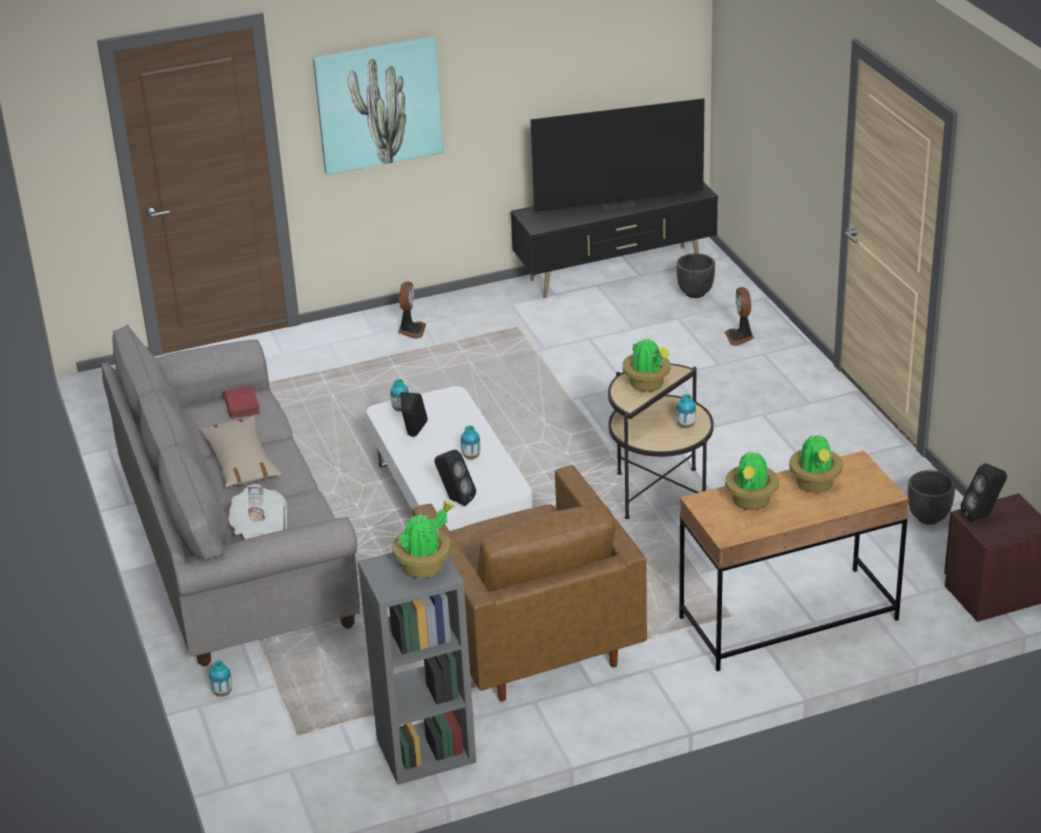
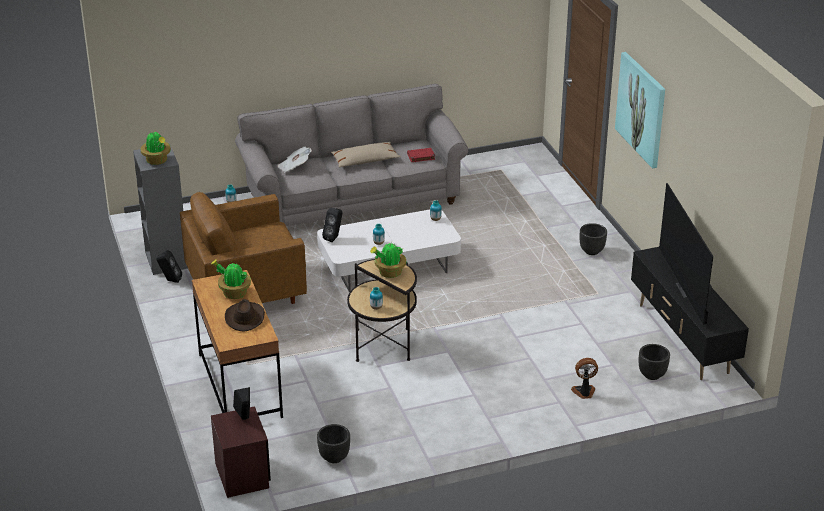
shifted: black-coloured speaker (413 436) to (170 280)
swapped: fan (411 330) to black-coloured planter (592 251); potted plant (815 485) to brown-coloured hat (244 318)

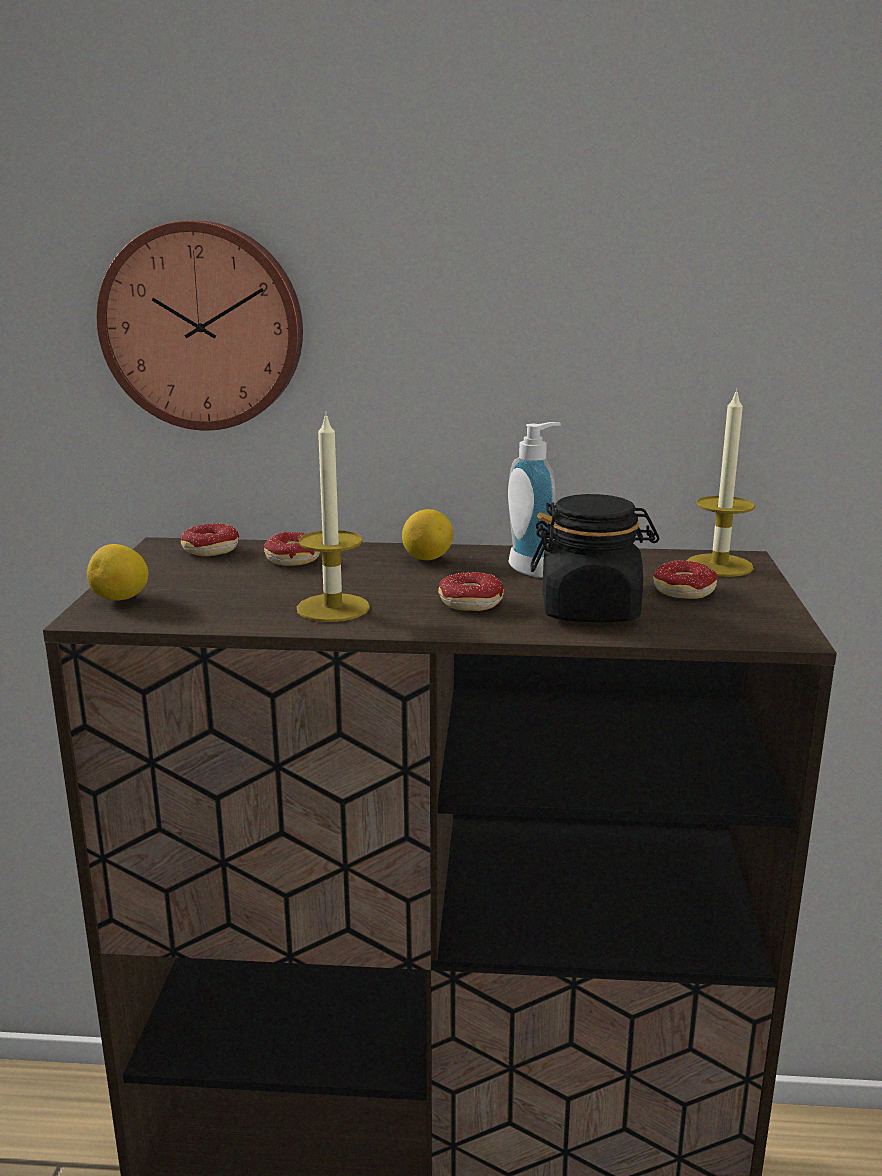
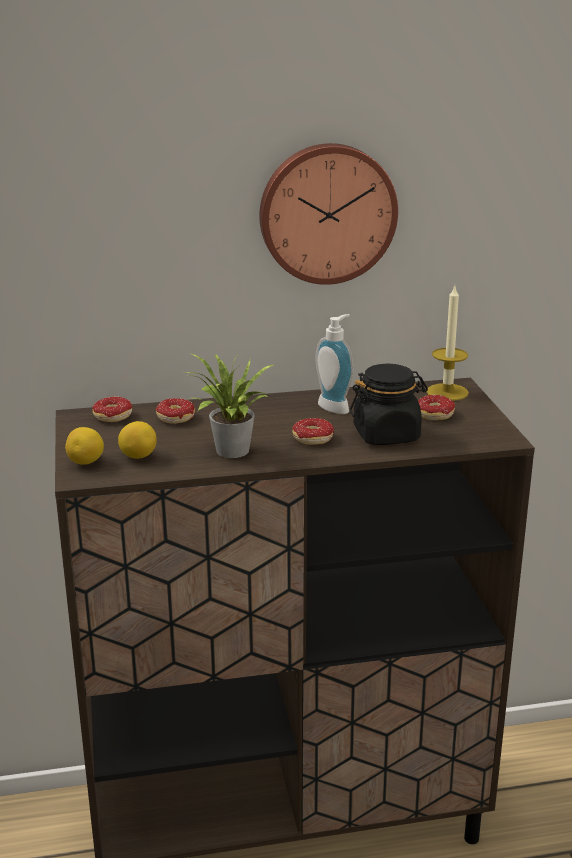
shifted: clock on the wall (204 326) to (327 213); citrus fruit (427 559) to (138 456)
swapped: wax candle (333 608) to potted plant (230 452)

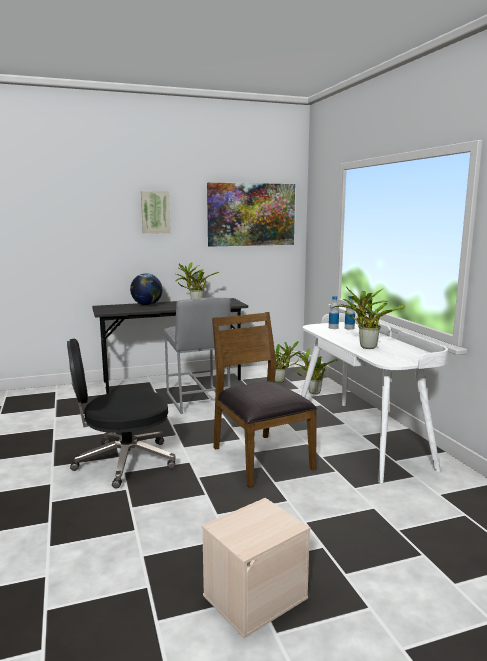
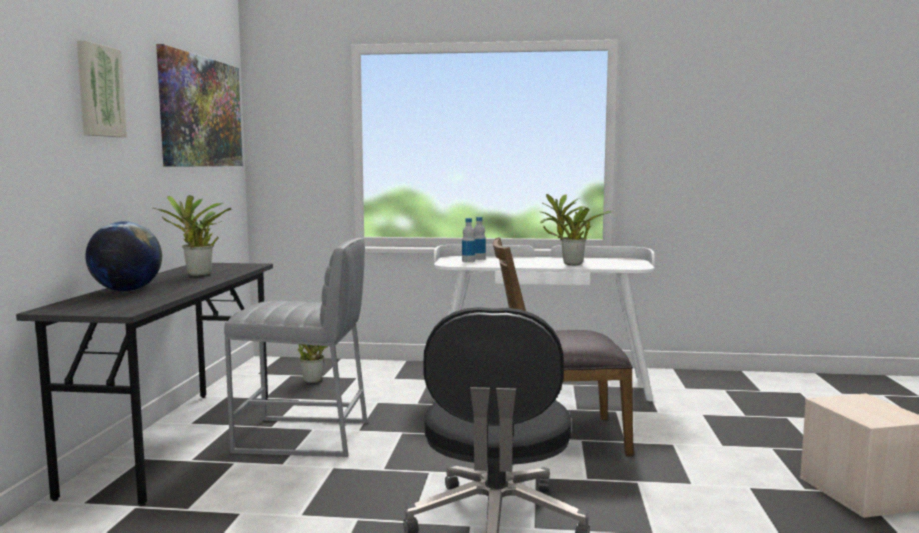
gone: potted plant (312 393)

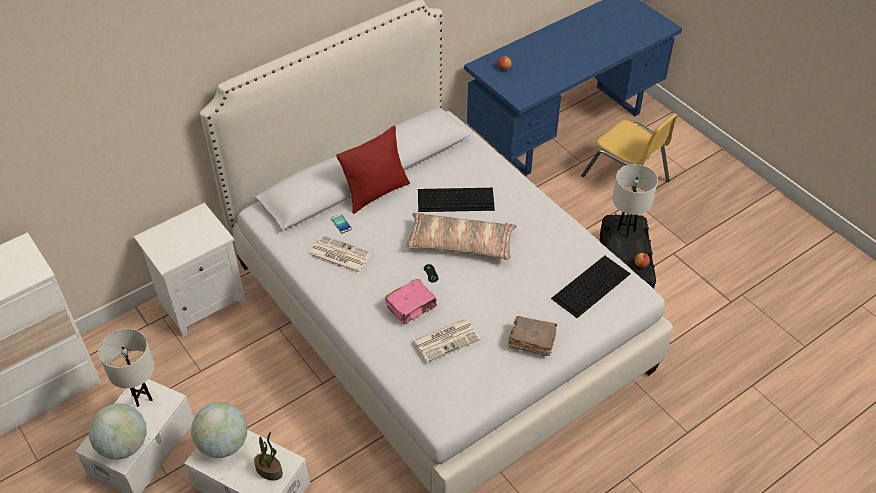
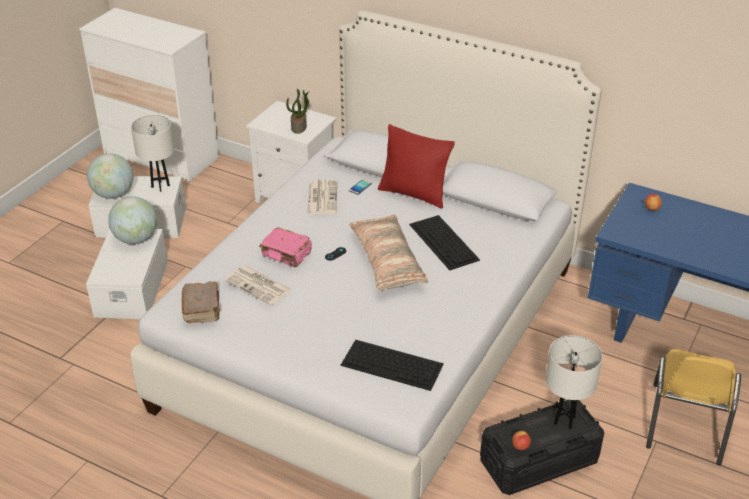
shifted: potted plant (269 470) to (299 127); brown-coloured book (531 341) to (202 309)

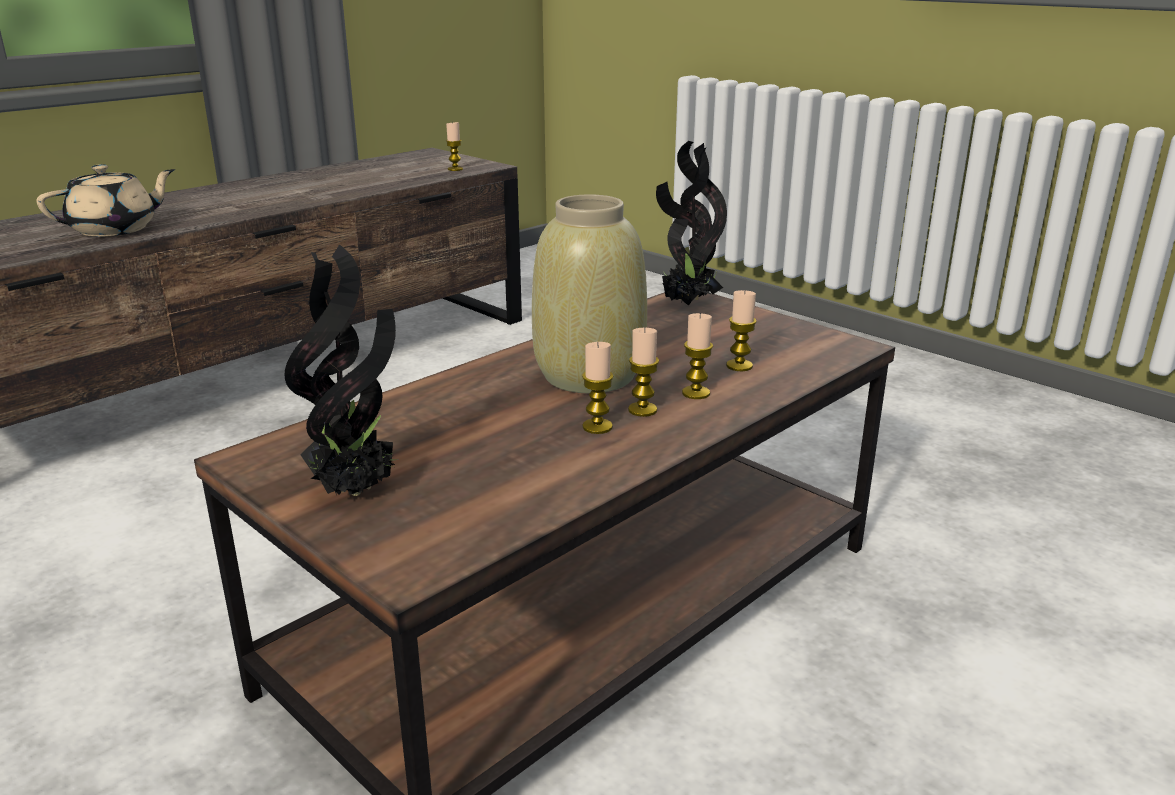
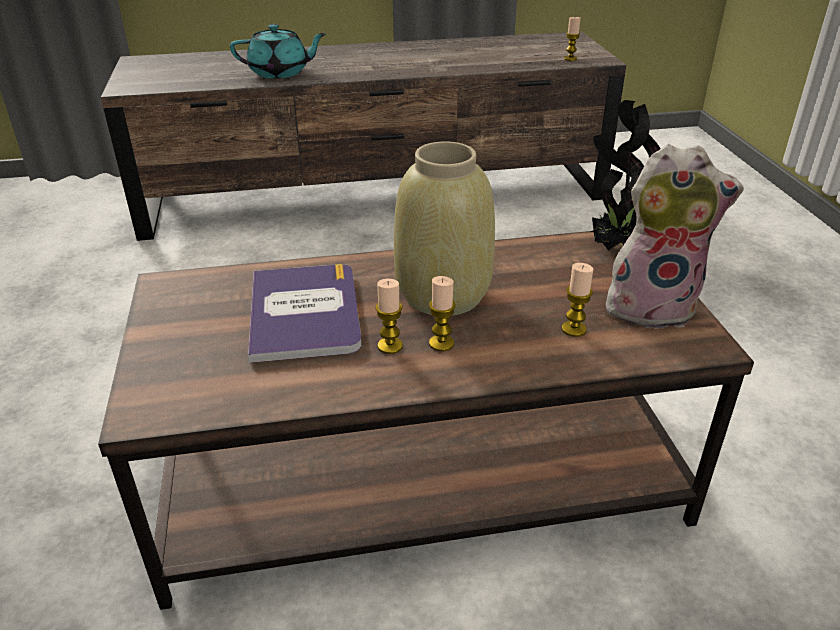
gone: potted plant (357 491); wax candle (696 393)
new: book (304 313); plush toy (652 306)
repainted: beige-coloured tea pot (116 229) to blue-green tea pot (280 72)

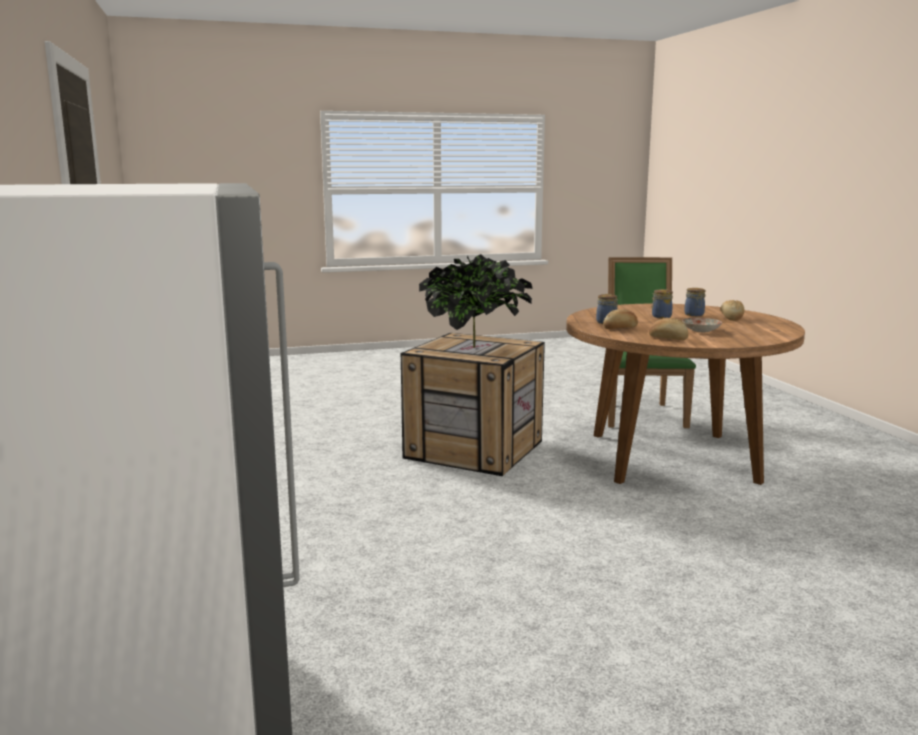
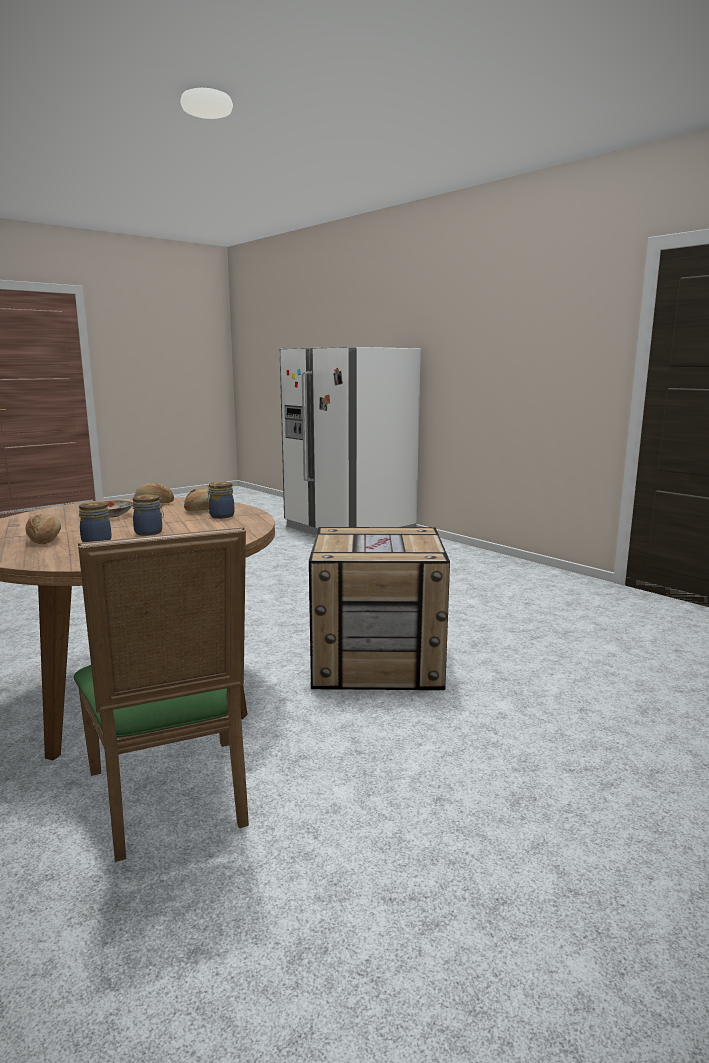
gone: potted plant (476 347)

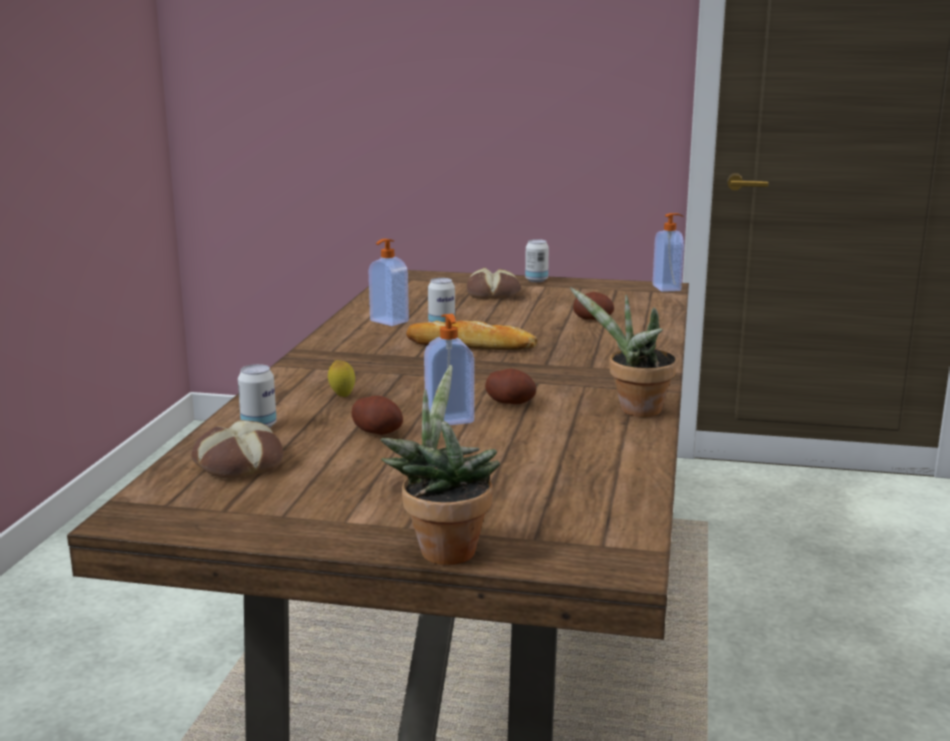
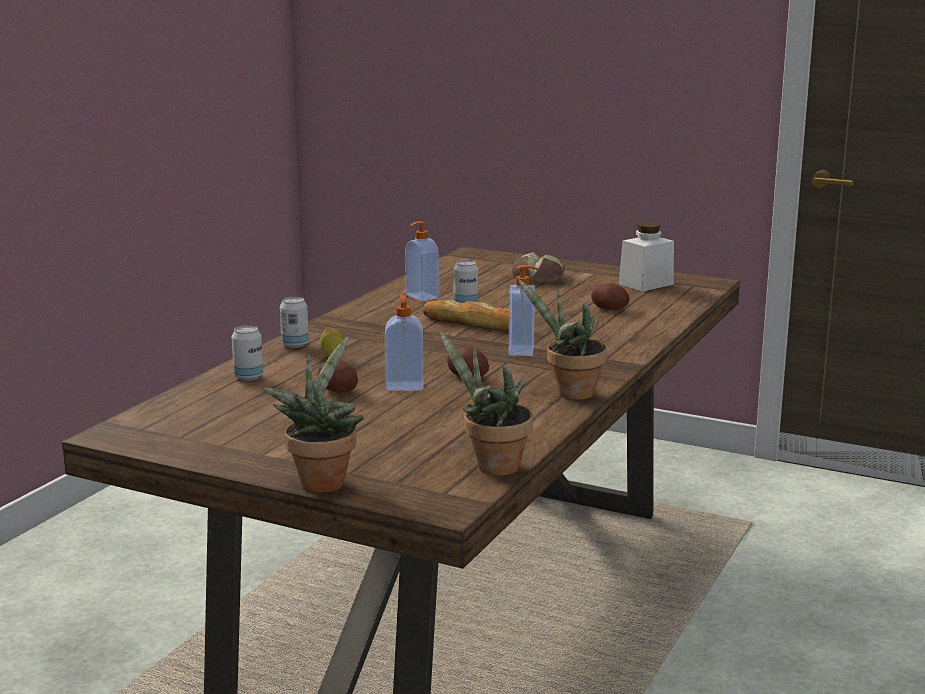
gone: bakery bread (237 463)
new: potted plant (491 466); white jar (646 284)
shifted: can (536 280) to (295 345); liquid soap bottle (667 288) to (522 351)

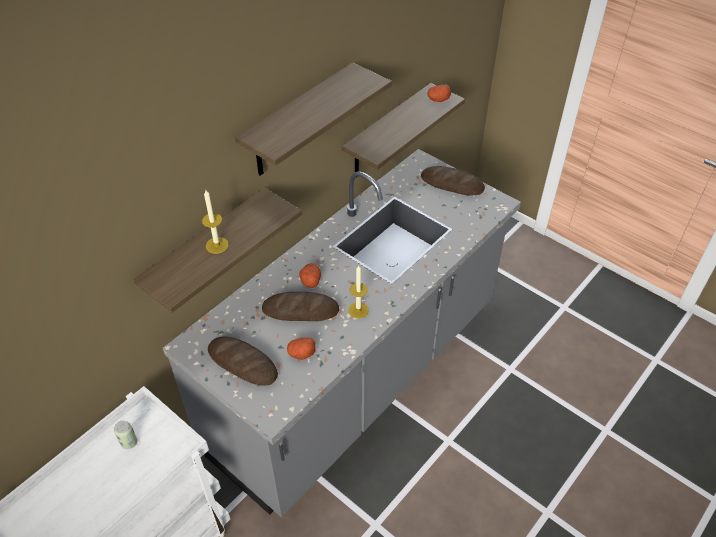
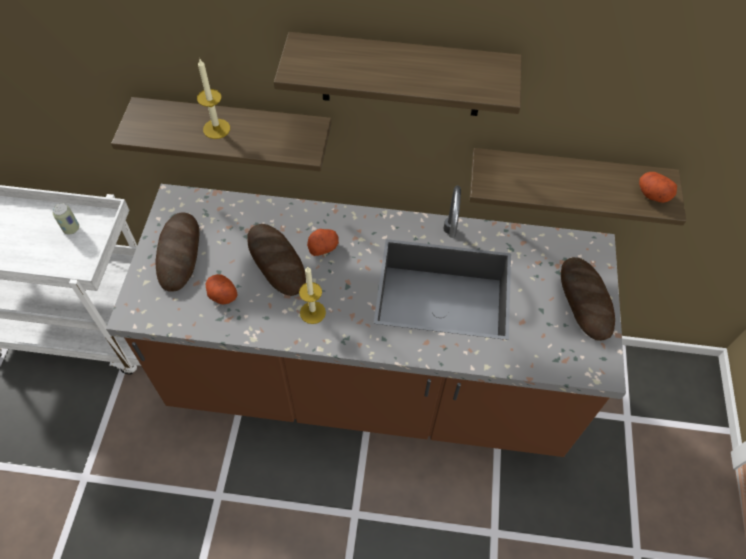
repainted: gray kitchen base unit (358 378) to brown-coloured kitchen base unit (369 382)

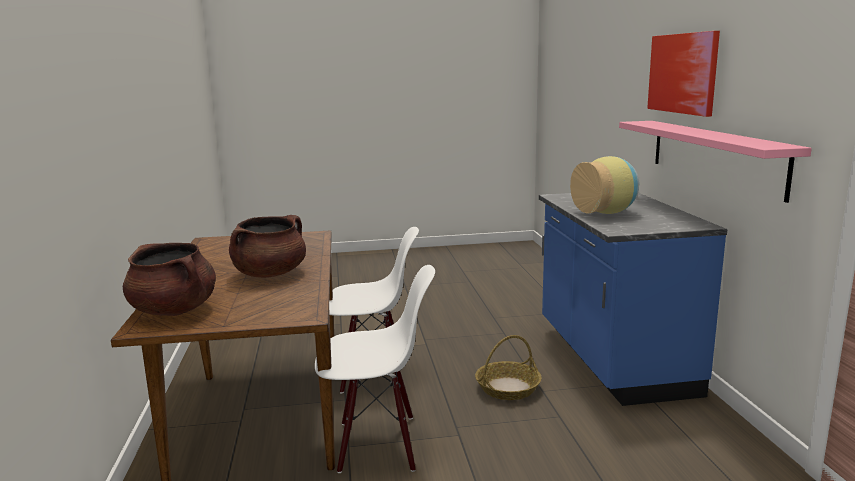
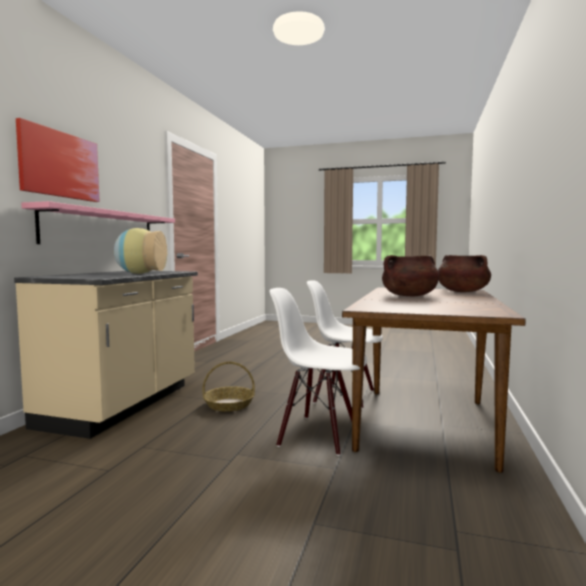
repainted: blue-coloured kitchen base unit (612 359) to beige-coloured kitchen base unit (123 405)

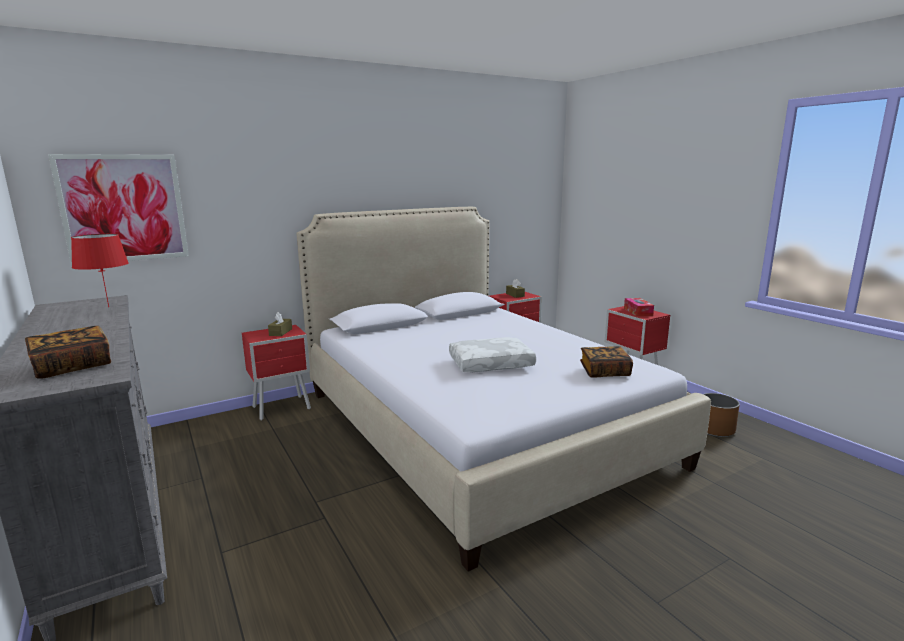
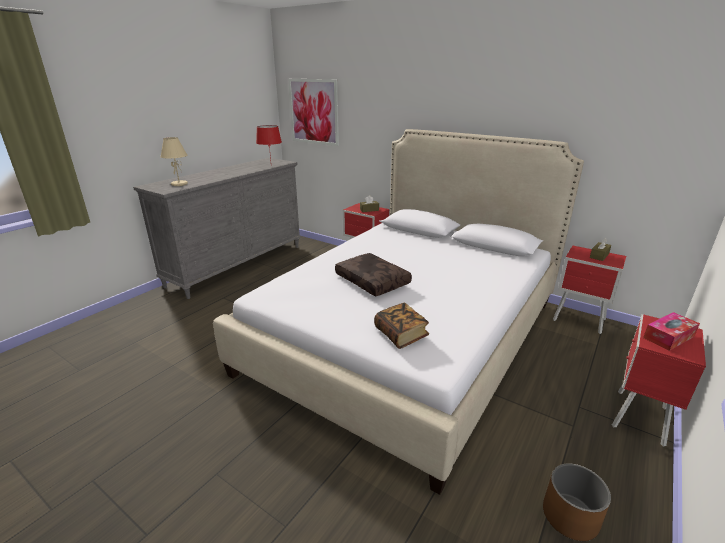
swapped: book (72 366) to beige-coloured lamp for a table (179 184)
repainted: white pillow (491 363) to brown-coloured pillow (373 281)

